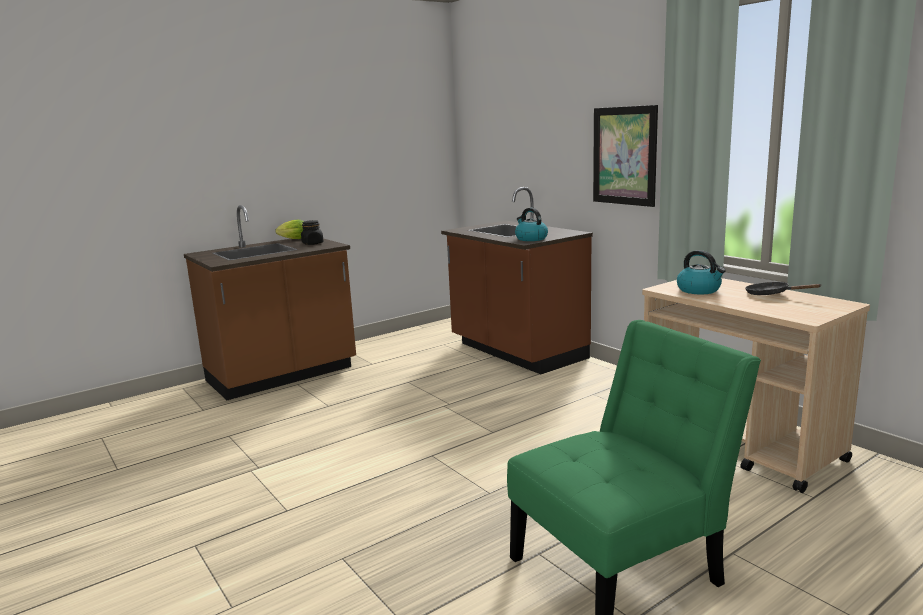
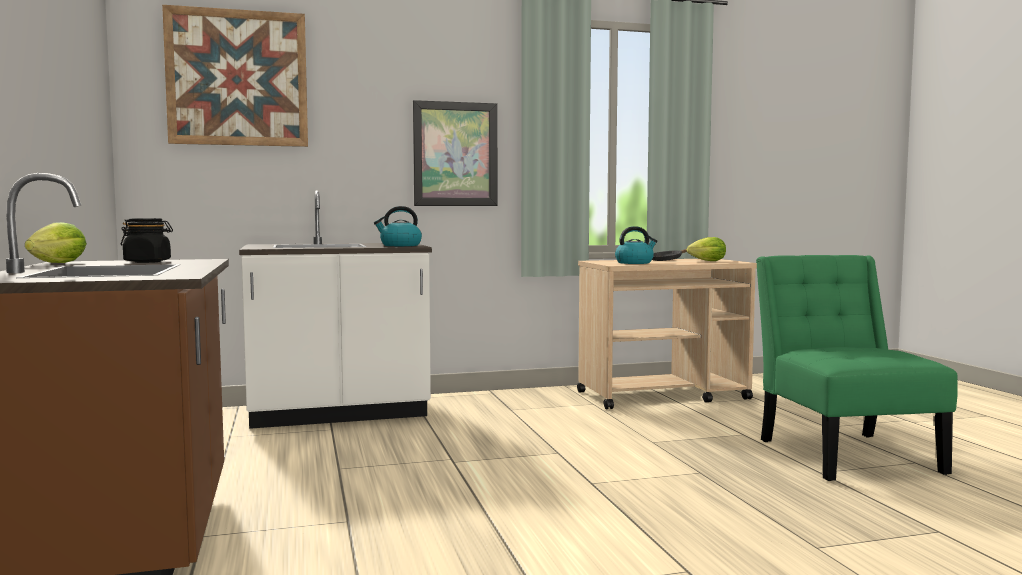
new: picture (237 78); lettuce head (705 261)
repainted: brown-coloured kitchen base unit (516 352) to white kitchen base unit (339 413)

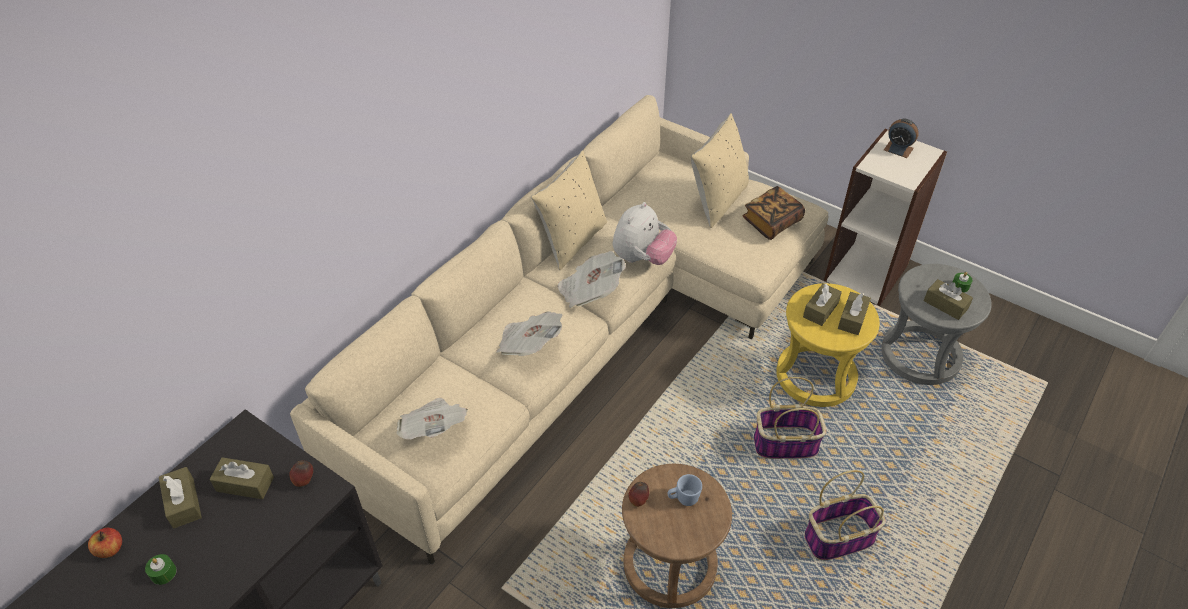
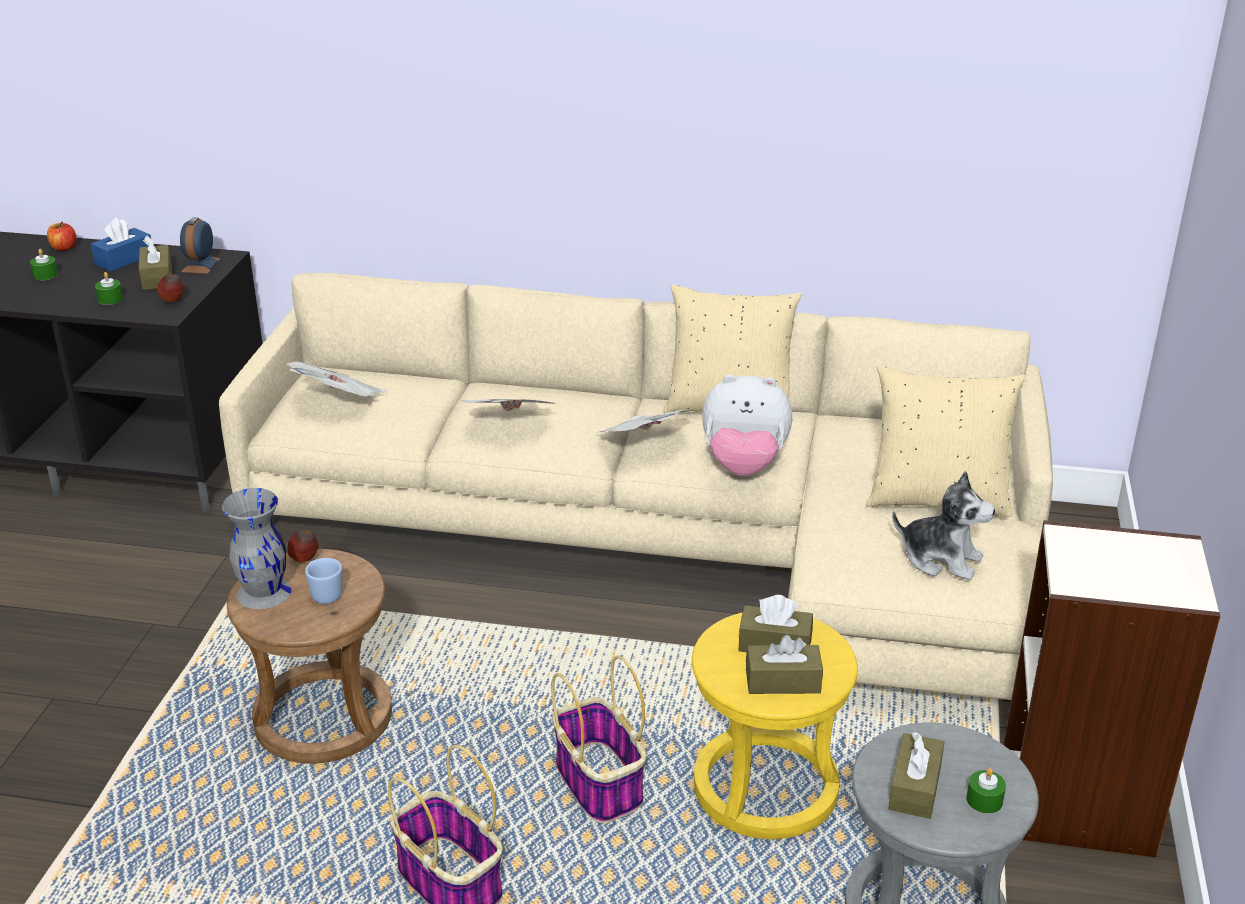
new: greenish wax candle (110 299); gray flower vase (264 593)
shifted: table clock (898 149) to (200 265)
swapped: book (771 222) to plush toy (941 559)
repainted: brown-coloured tissue holder (183 503) to blue-coloured tissue holder (124 259)

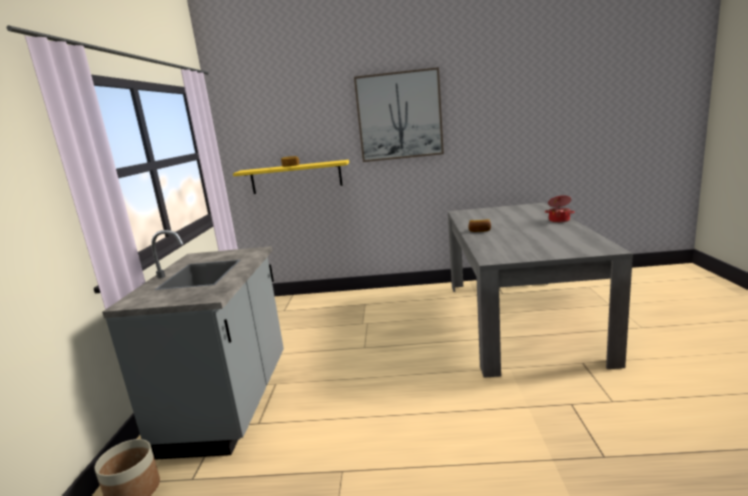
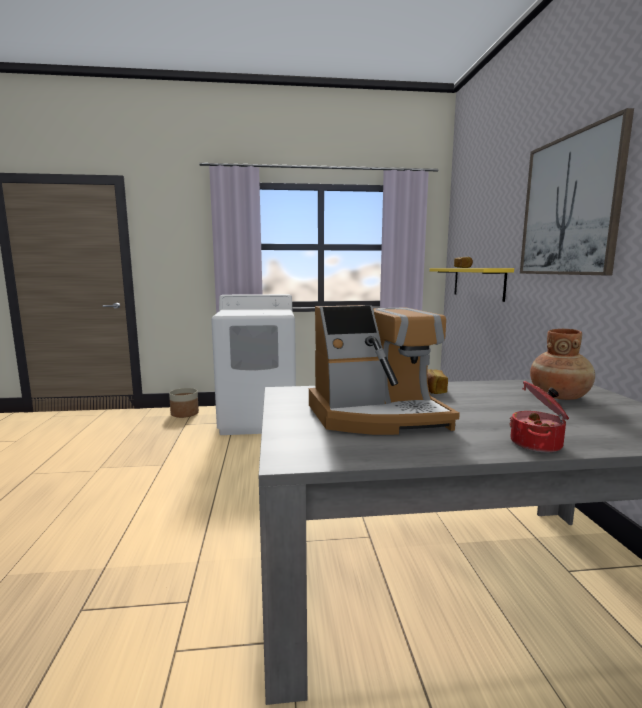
new: coffee brewer (377 415); brown-coloured flower vase (559 396)
swapped: gray kitchen base unit (230 403) to white laundry machine (259 420)

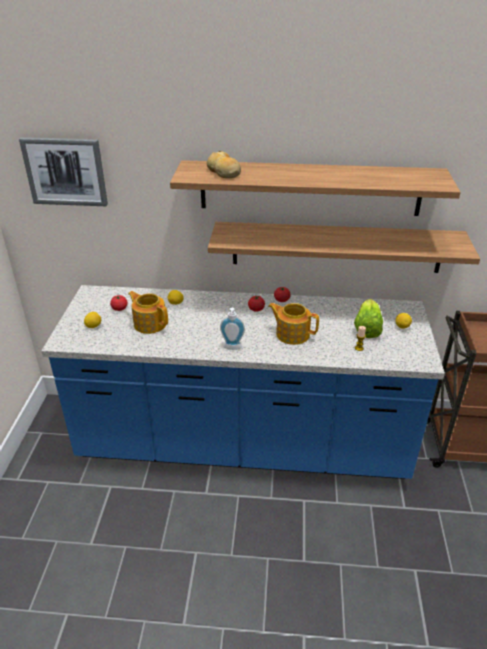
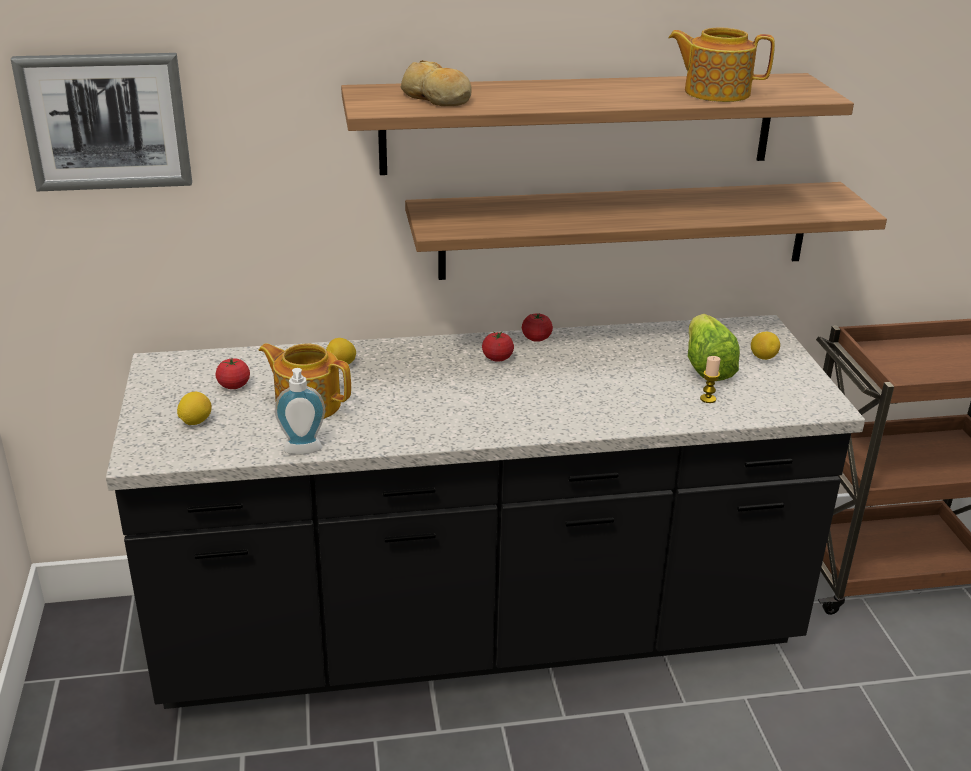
shifted: liquid soap bottle (232 348) to (303 452); tea pot (292 334) to (715 92)
repainted: blue-coloured kitchen base unit (243 445) to black-coloured kitchen base unit (479 634)

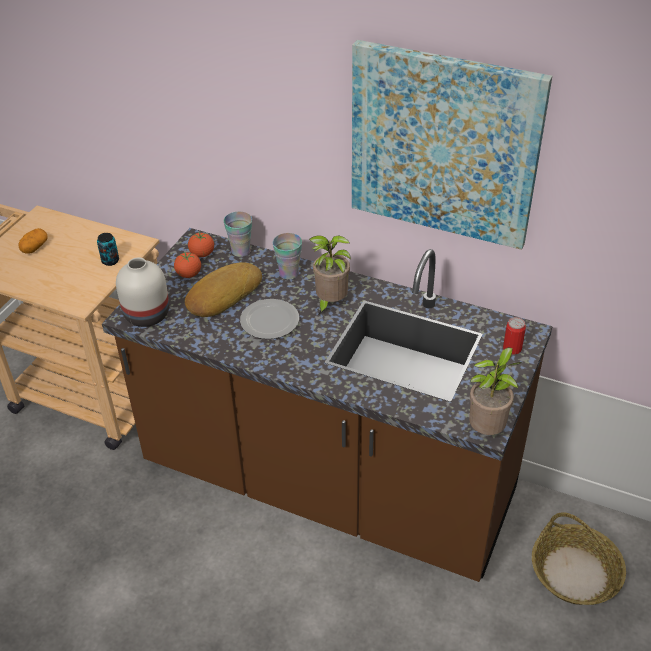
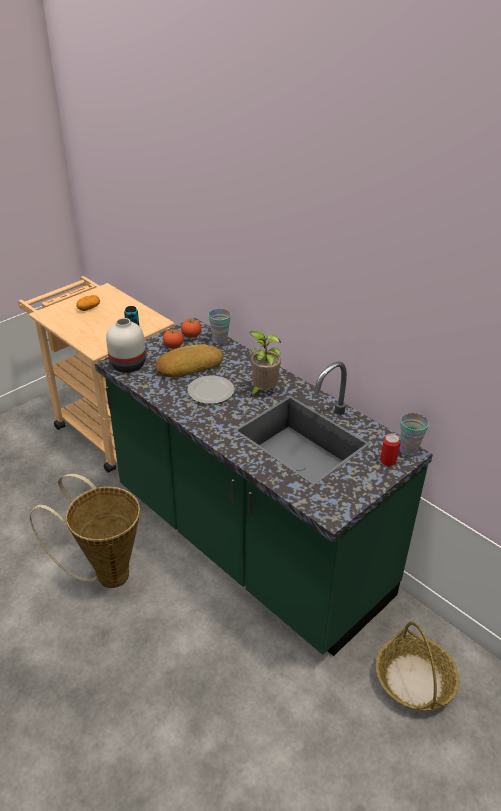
gone: picture (444 145); potted plant (487 430)
new: basket (106 573)
shifted: drinking cup (289 273) to (408 450)
repainted: brown-coloured kitchen base unit (329 483) to greenish kitchen base unit (248 544)

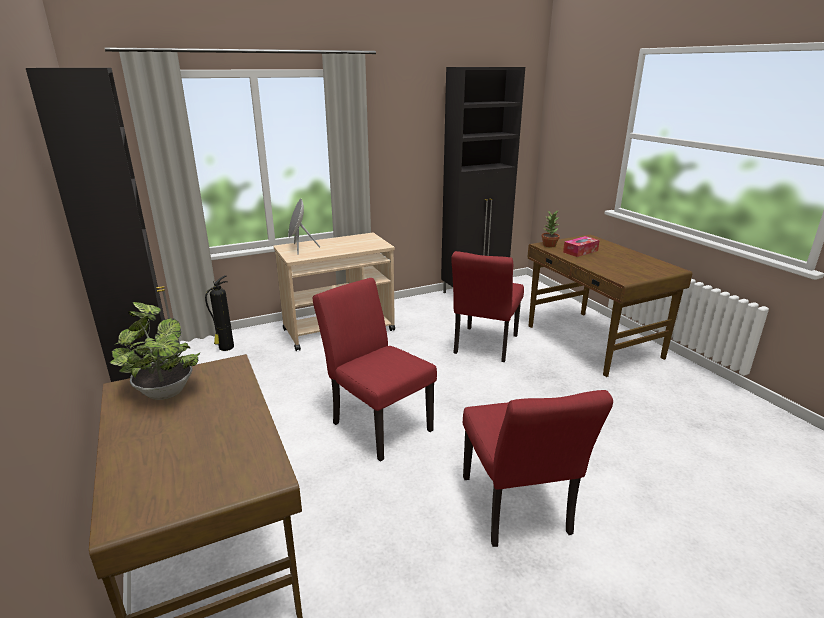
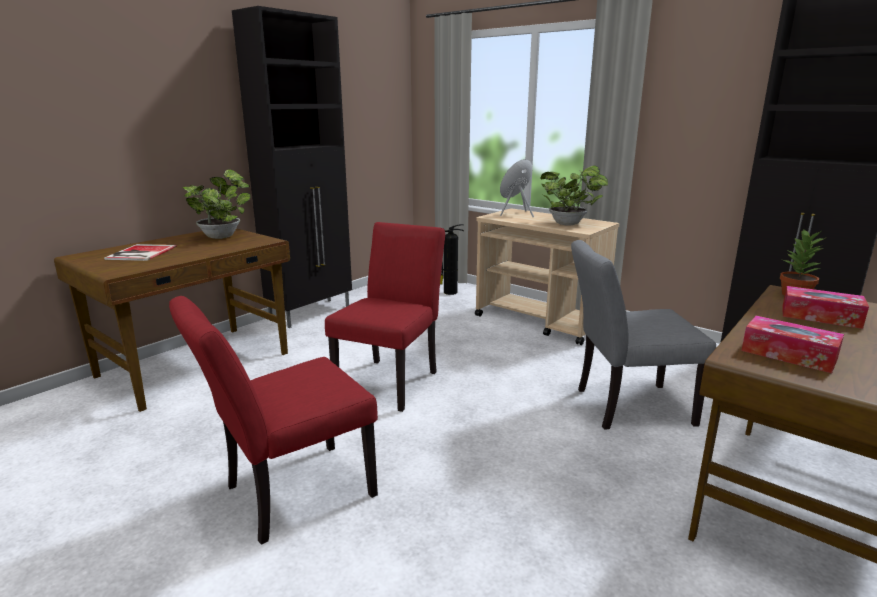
new: book (139 253); potted plant (570 224); tissue holder (788 354)
repainted: reddish plain chair (484 347) to gray plain chair (624 407)

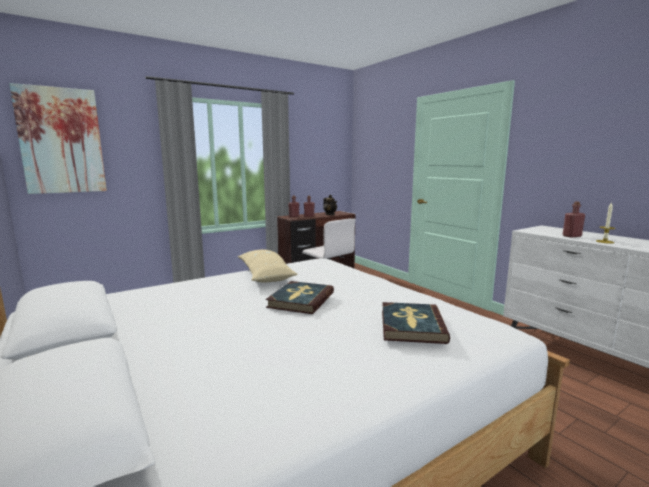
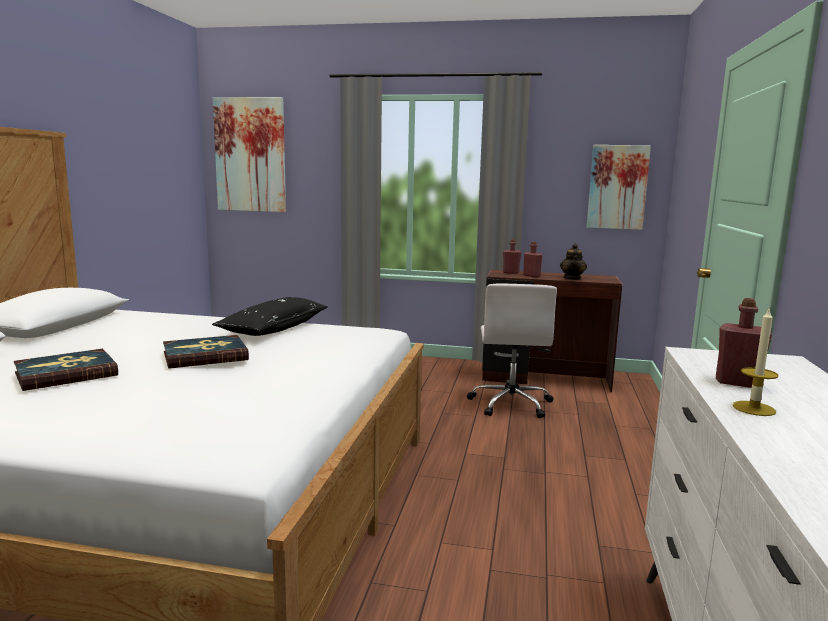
new: picture (617 187)
shifted: book (411 326) to (66 374)
repainted: beige-coloured pillow (265 274) to black-coloured pillow (274 328)

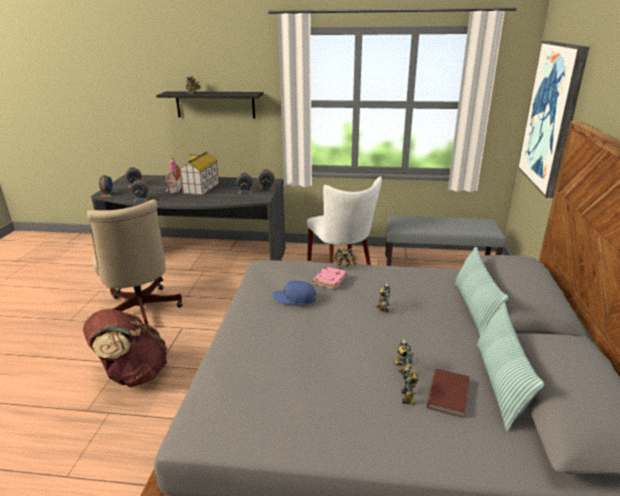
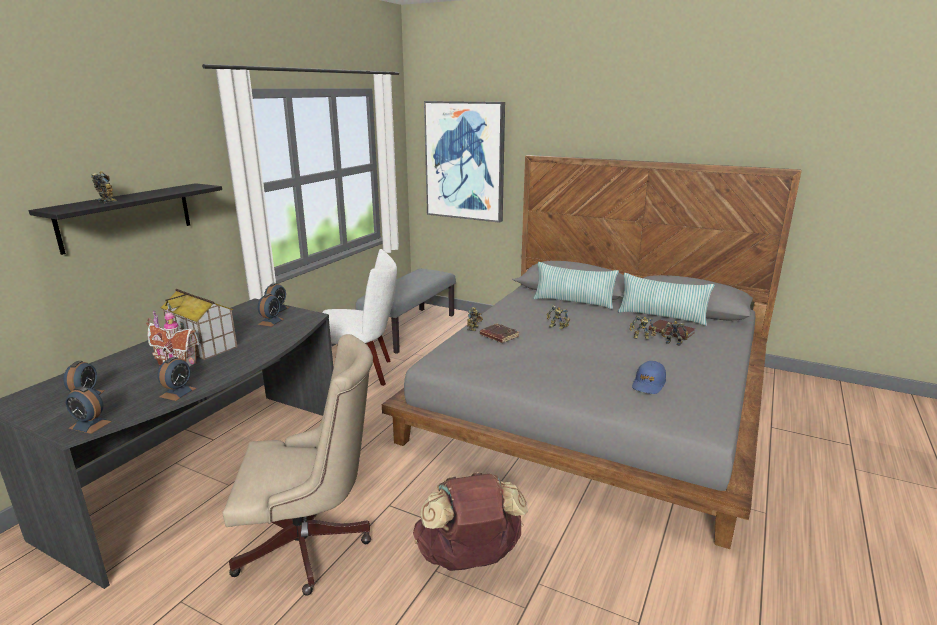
shifted: blue-coloured peaked cap (294 298) to (648 384)
repainted: pink-coloured book (329 280) to brown-coloured book (498 336)

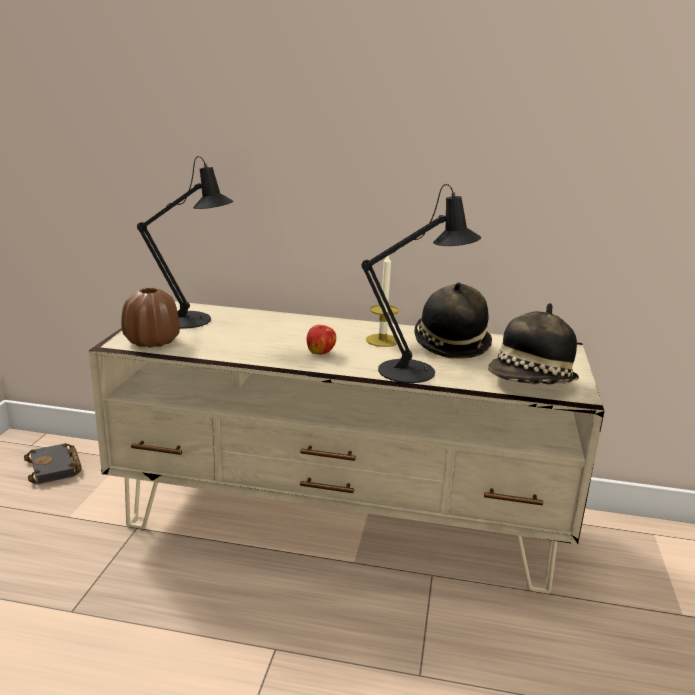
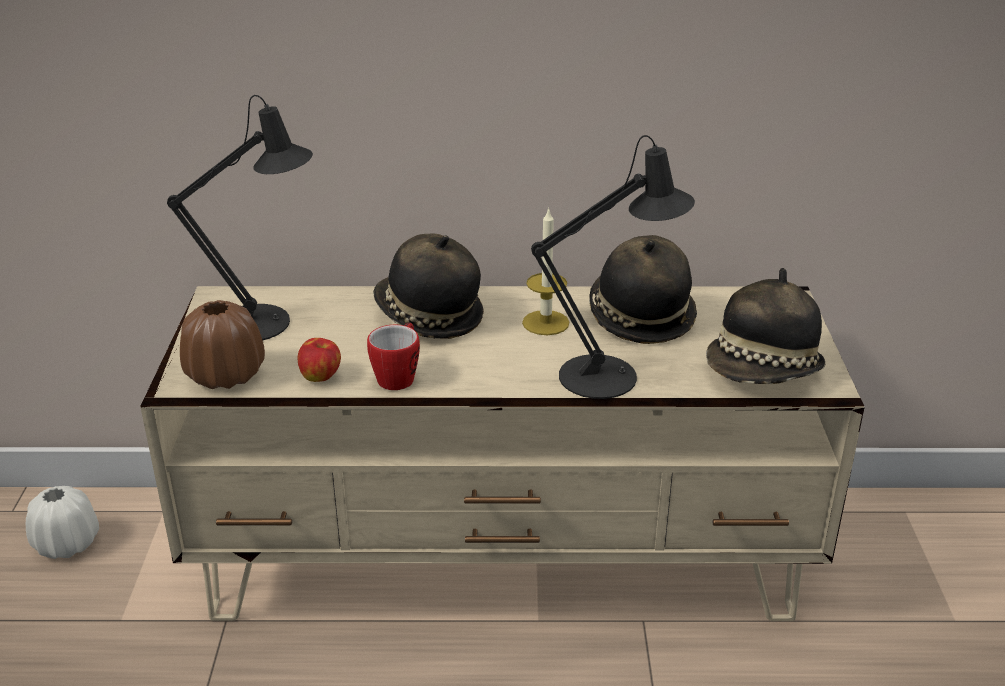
new: coffee mug (399 376); hat (427 317)
shifted: apple fruit (321 353) to (321 377)
swapped: black-coloured book (56 468) to white flower vase (67 544)

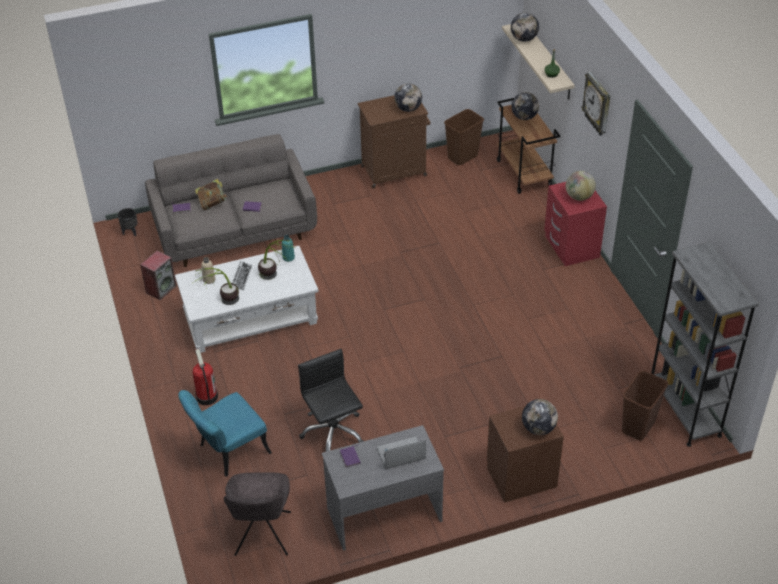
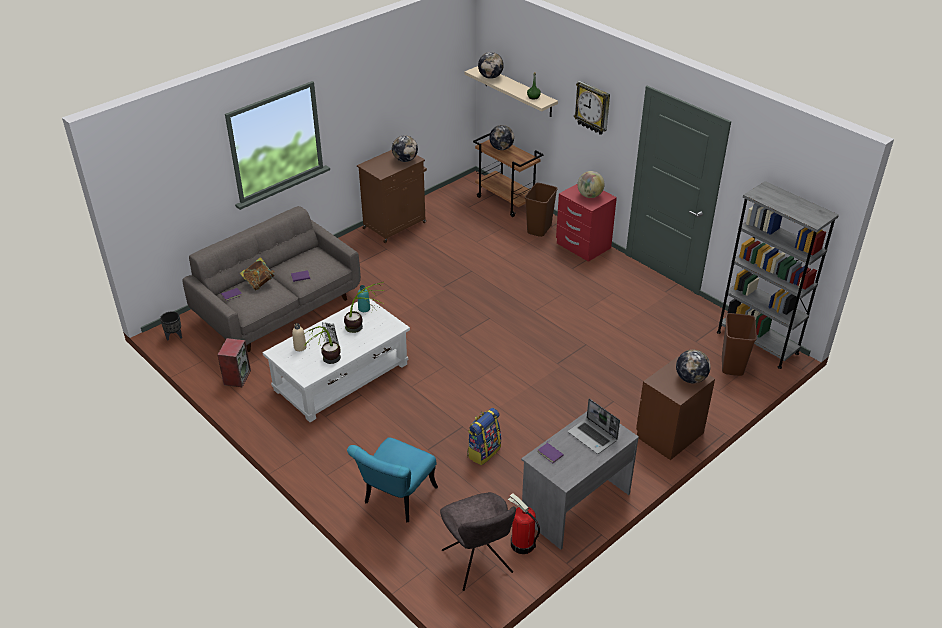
shifted: fire extinguisher (206 397) to (522 544); brown-coloured rubbish bin (463 157) to (539 229)
swapped: black-coloured desk chair (333 433) to rucksack (483 451)
rotated: portable computer (400 454) = (593 436) 90 degrees counterclockwise

